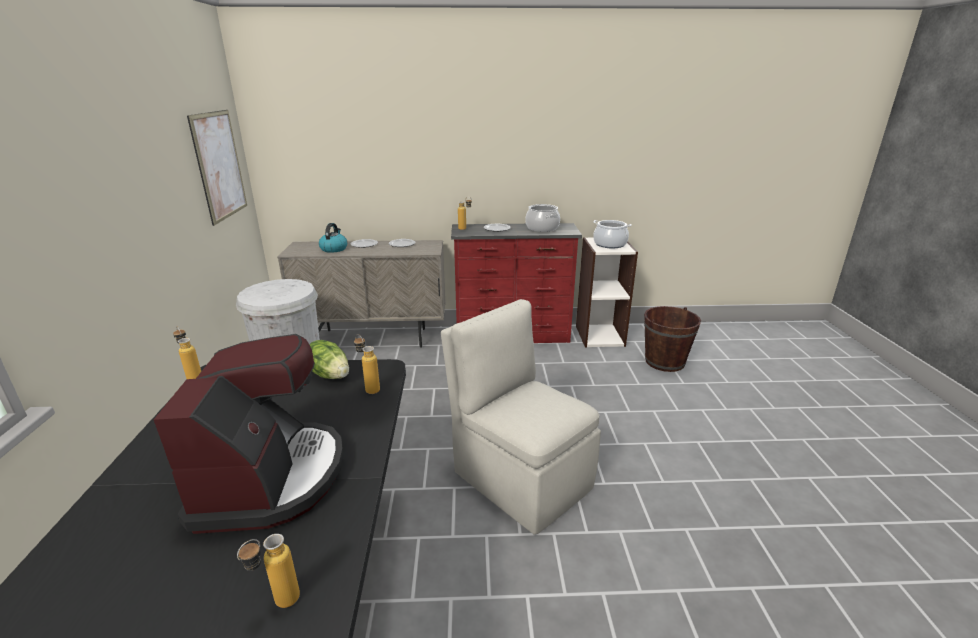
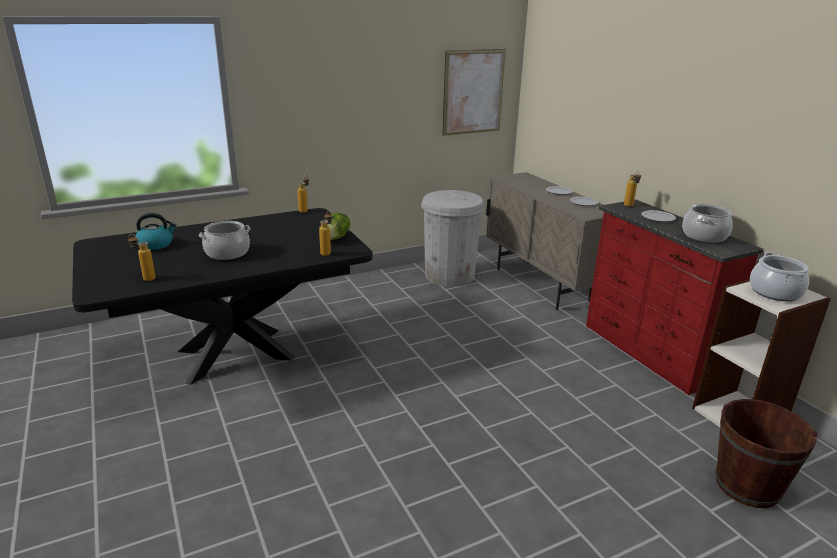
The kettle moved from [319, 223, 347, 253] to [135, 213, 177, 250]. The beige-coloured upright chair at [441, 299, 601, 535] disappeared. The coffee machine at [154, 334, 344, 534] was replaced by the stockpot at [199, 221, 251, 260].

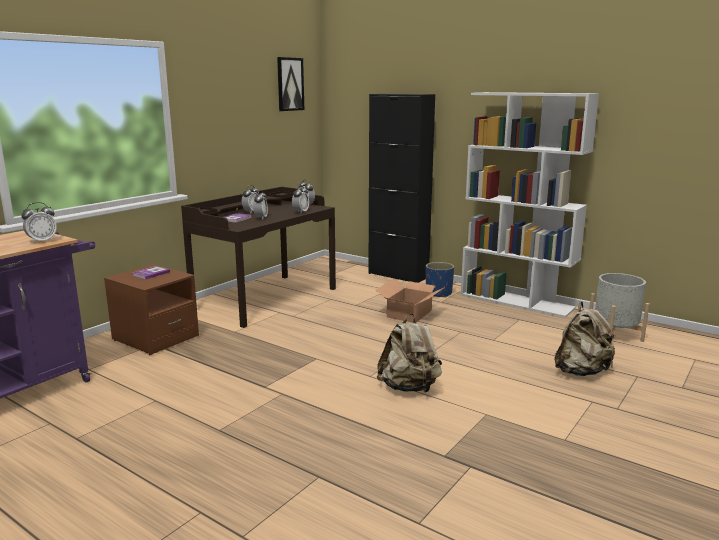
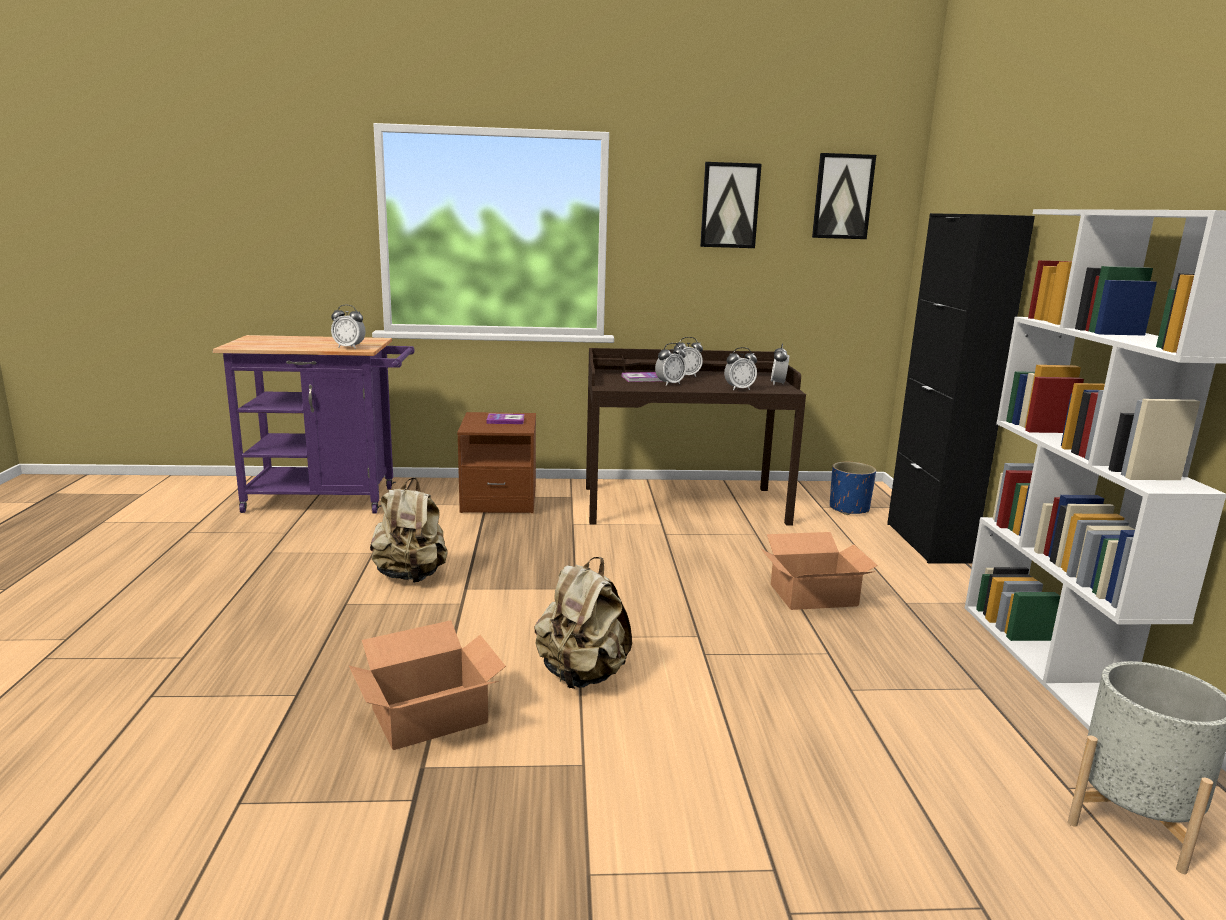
The blue-coloured flower pot moved from [426, 262, 454, 298] to [830, 462, 876, 515]. The beige-coloured backpack moved from [554, 301, 615, 376] to [370, 477, 448, 583]. The wall picture at [700, 162, 762, 248] appeared. The cardboard box at [349, 620, 506, 750] appeared.

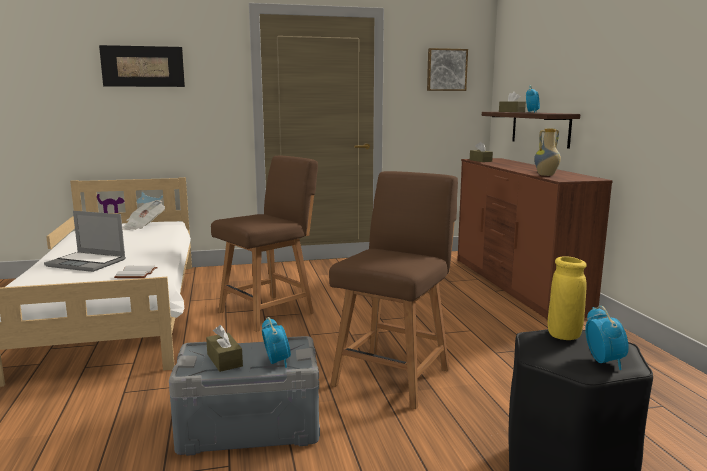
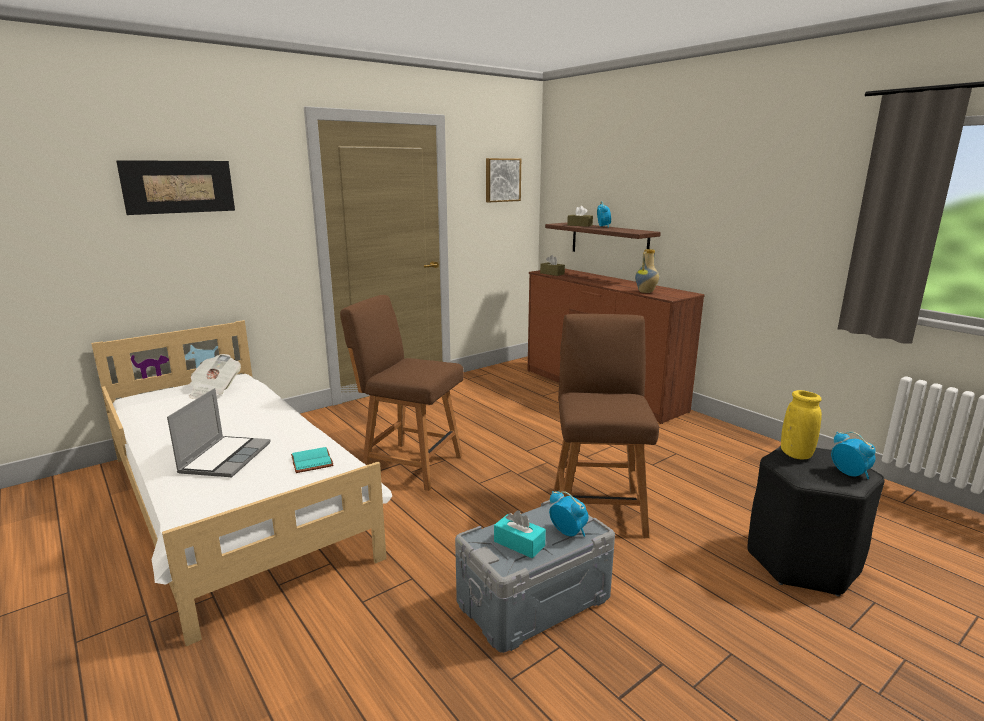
The brownish upright chair at [211, 155, 318, 332] turned 90 degrees counterclockwise. The portable computer at [44, 211, 126, 272] turned 75 degrees counterclockwise. The white-coloured book at [114, 266, 158, 278] became the turquoise-coloured book at [291, 447, 333, 473]. The brownish box of tissues at [206, 325, 243, 372] became the turquoise-coloured box of tissues at [494, 510, 546, 558].

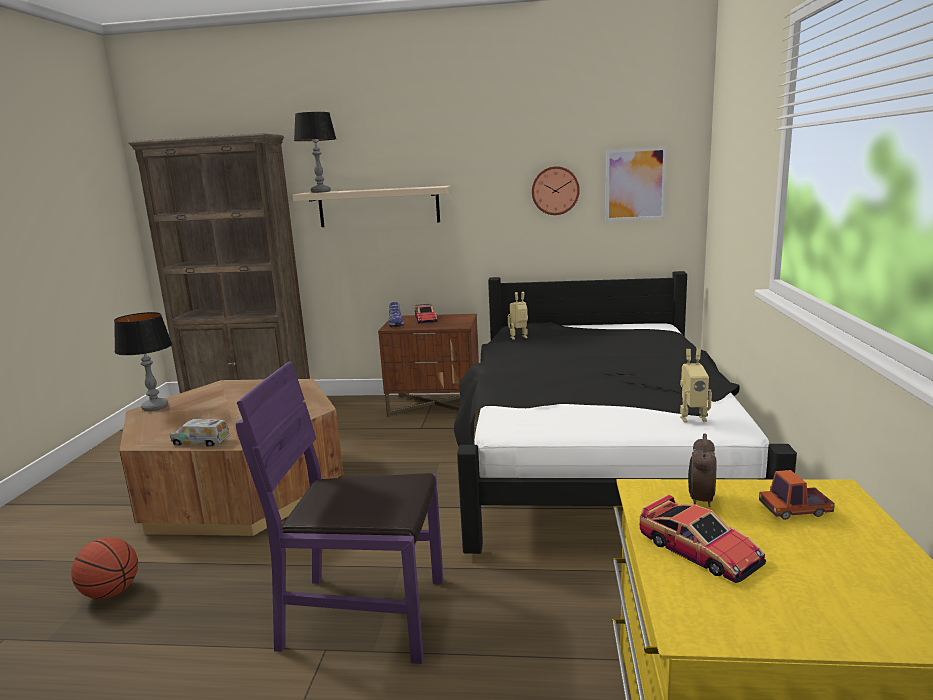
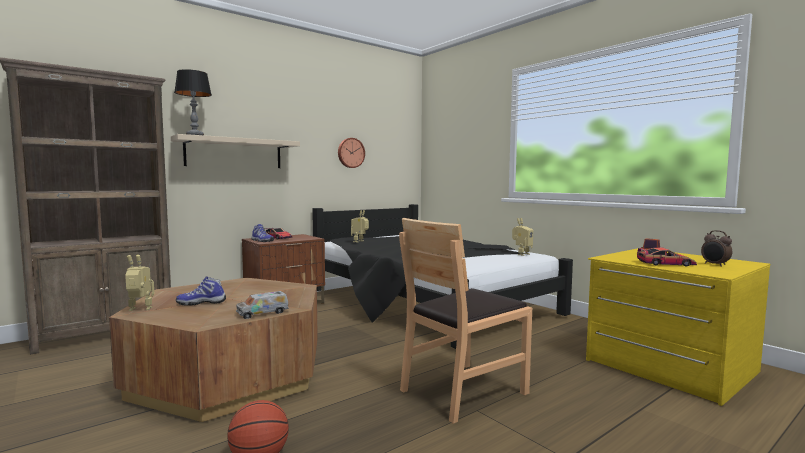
The wall picture at [606, 147, 667, 221] disappeared. The tabletop lamp at [114, 312, 172, 411] was replaced by the toy robot at [125, 255, 154, 311]. The purplish upright chair at [236, 361, 444, 664] became the brownish upright chair at [399, 218, 532, 424]. The table clock moved from [688, 434, 716, 507] to [701, 230, 732, 267]. The shoe at [176, 277, 226, 306] appeared.

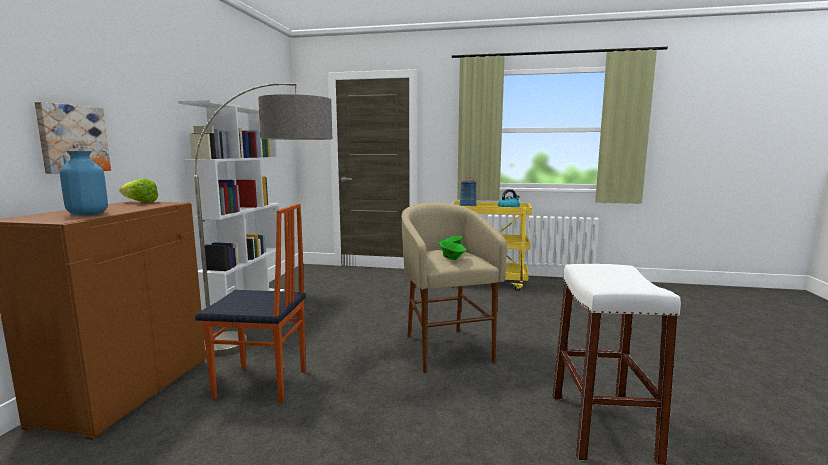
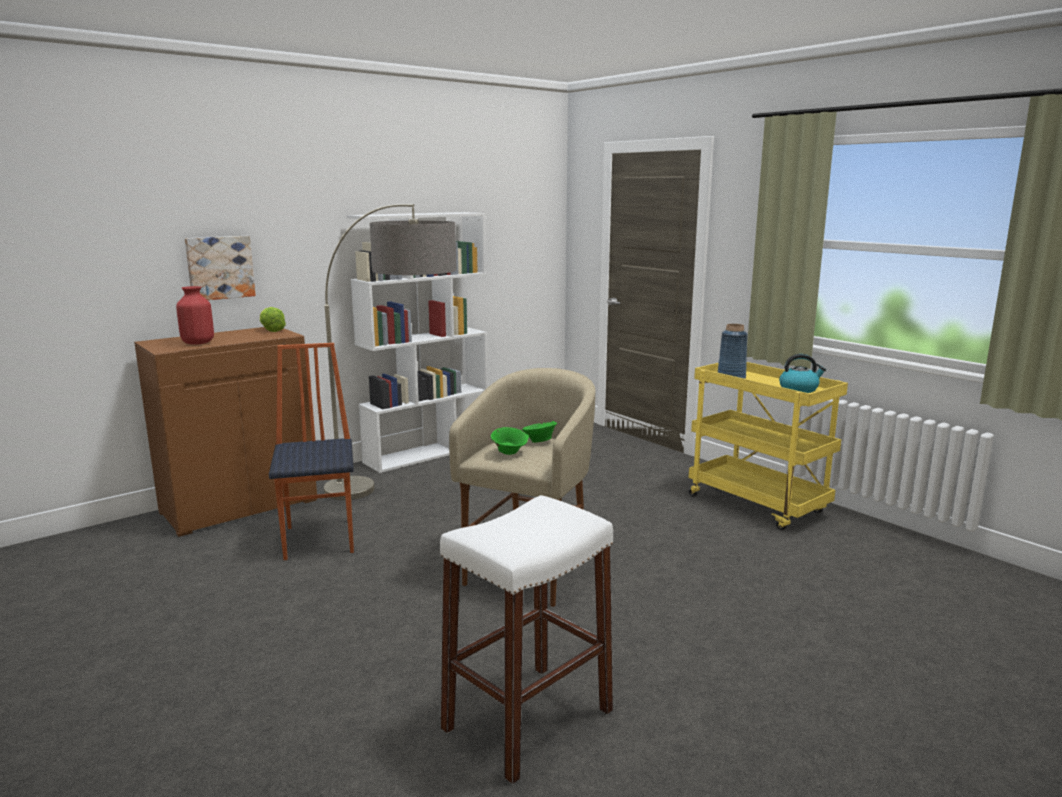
The blue-coloured vase at [60, 151, 108, 215] became the red vase at [176, 286, 214, 344]. The upright chair at [195, 203, 306, 403] turned 150 degrees counterclockwise.

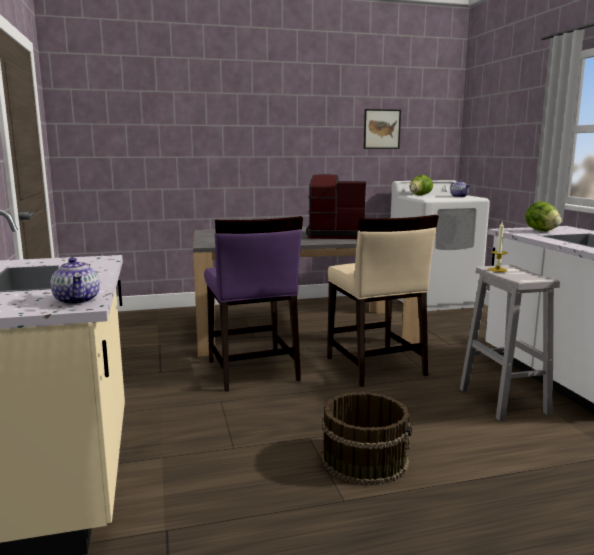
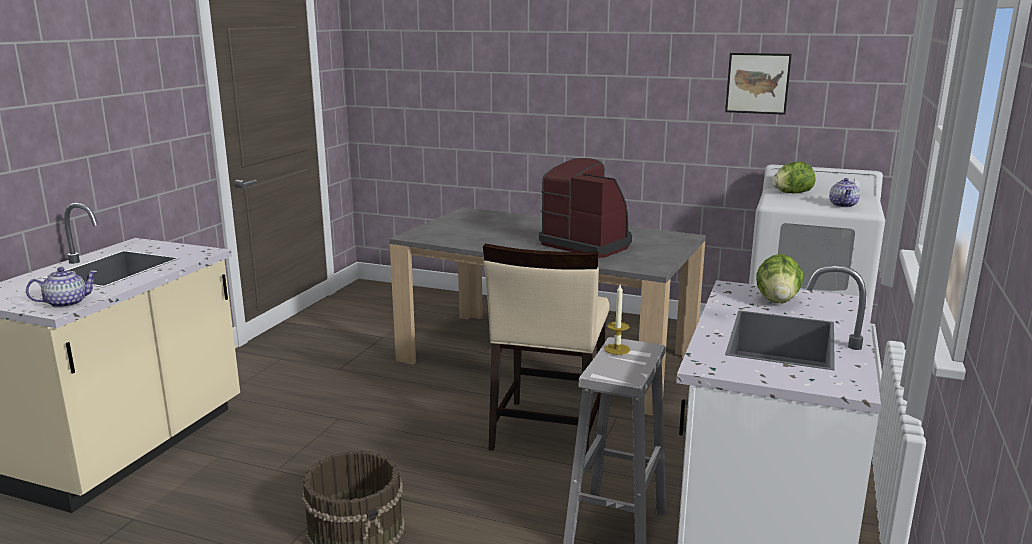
The purplish upright chair at [204, 216, 303, 392] disappeared. The pot for tea at [51, 257, 100, 305] turned 135 degrees counterclockwise.

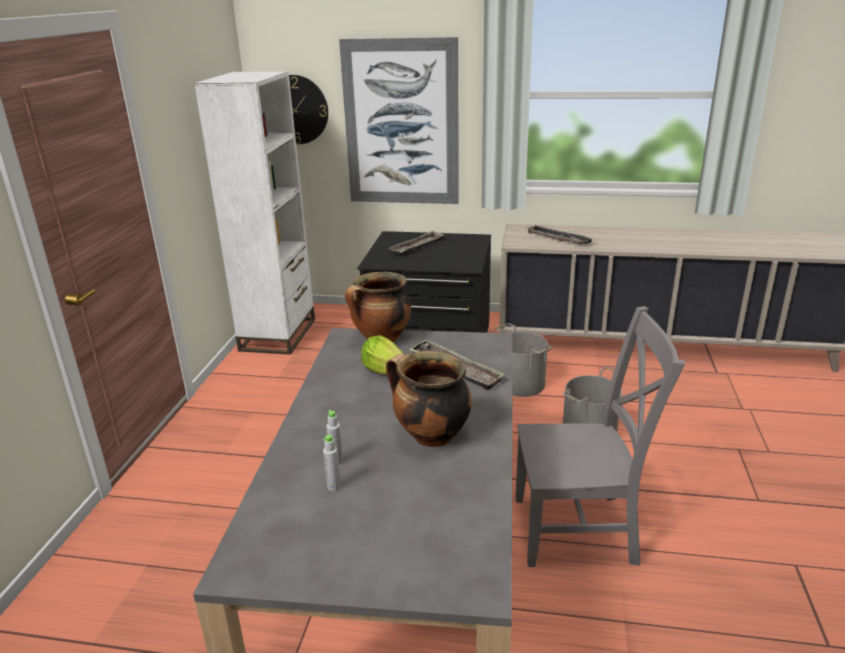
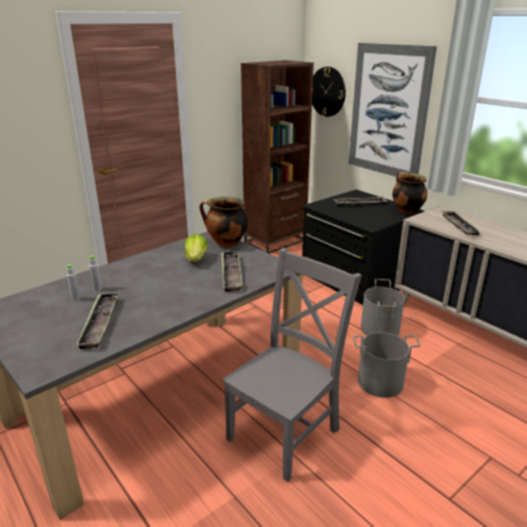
The white-coloured shelving unit at [194, 71, 315, 355] became the brownish shelving unit at [241, 60, 314, 254]. The grey upright chair at [515, 306, 685, 567] turned 90 degrees counterclockwise. The stockpot moved from [386, 351, 472, 447] to [392, 172, 427, 214]. The carrying tray at [76, 293, 119, 349] appeared.

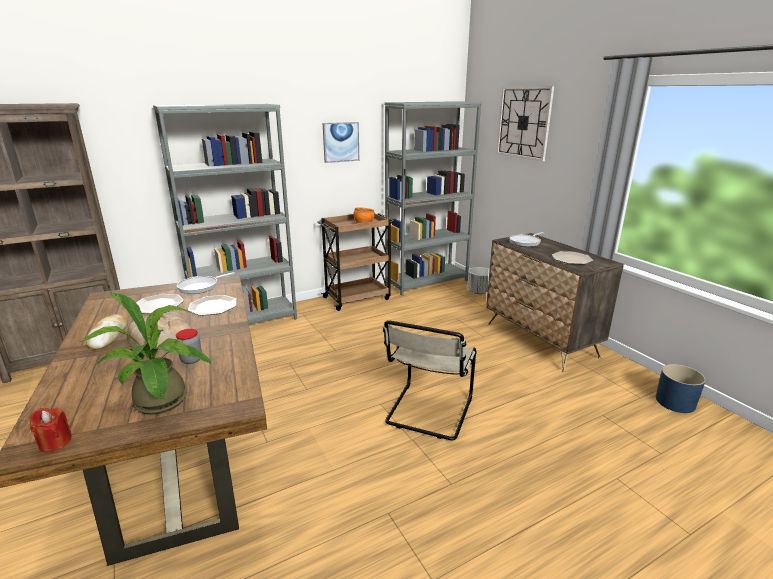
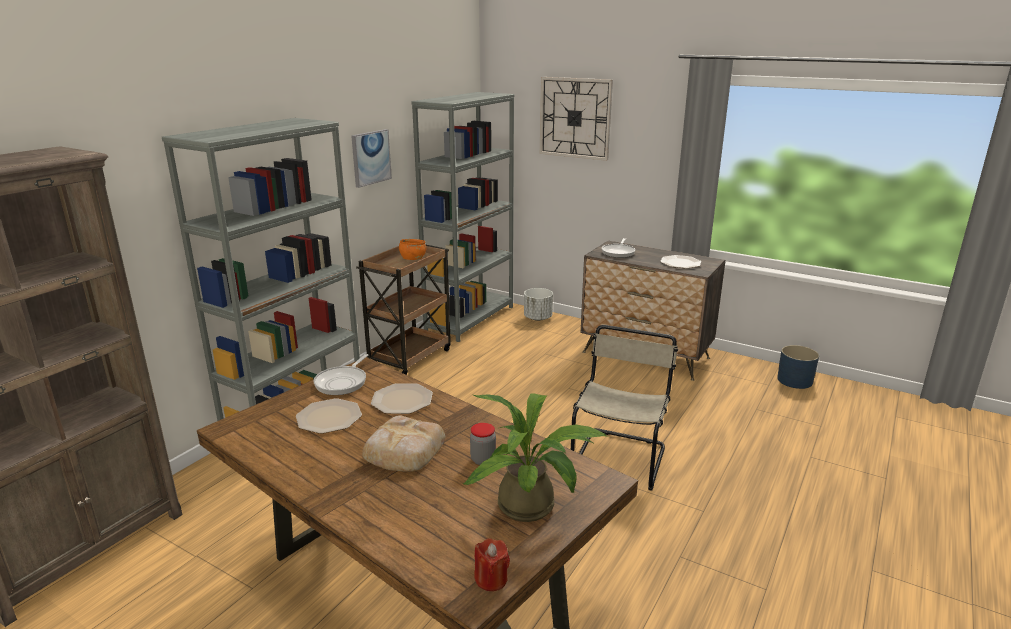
The bakery bread at [86, 314, 128, 349] disappeared. The beige-coloured upright chair at [383, 320, 476, 440] turned 150 degrees counterclockwise.

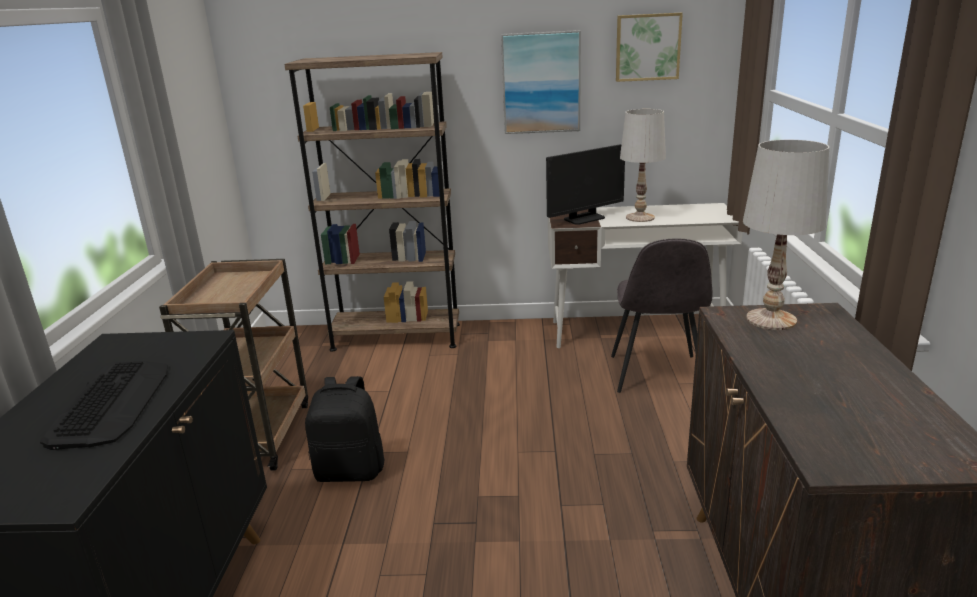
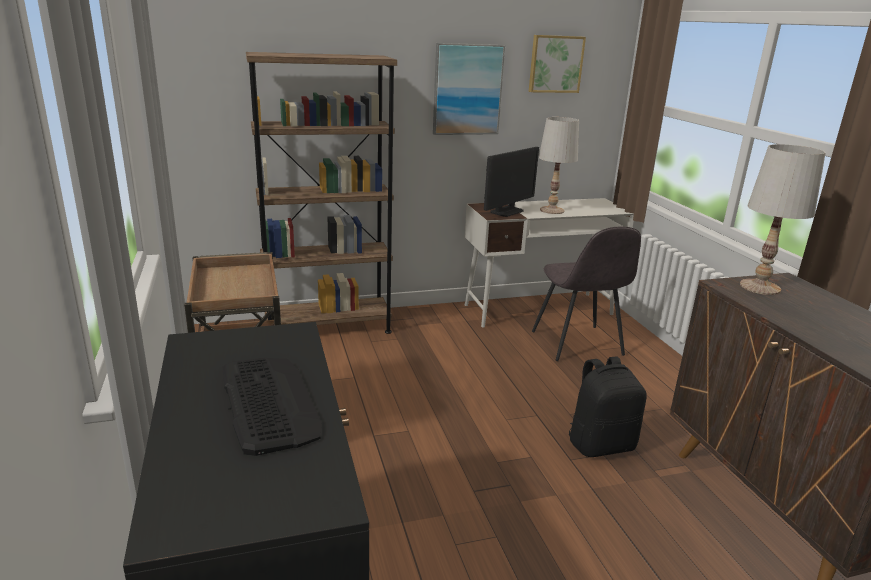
The blackish backpack moved from [305, 376, 384, 482] to [569, 357, 647, 457].

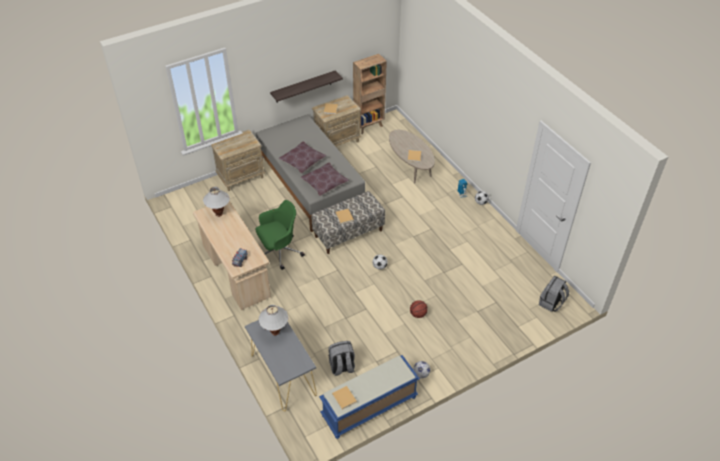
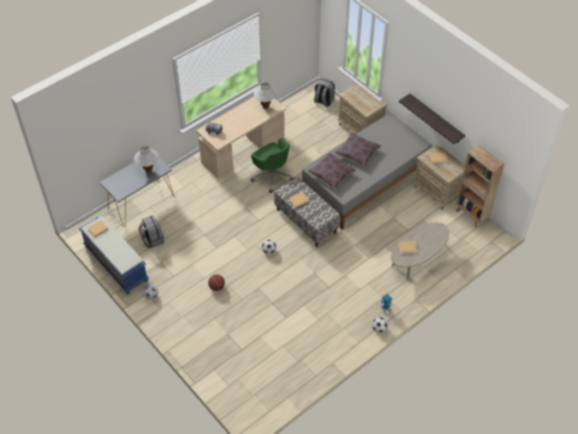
The grey backpack moved from [539, 276, 569, 312] to [314, 78, 335, 107].

